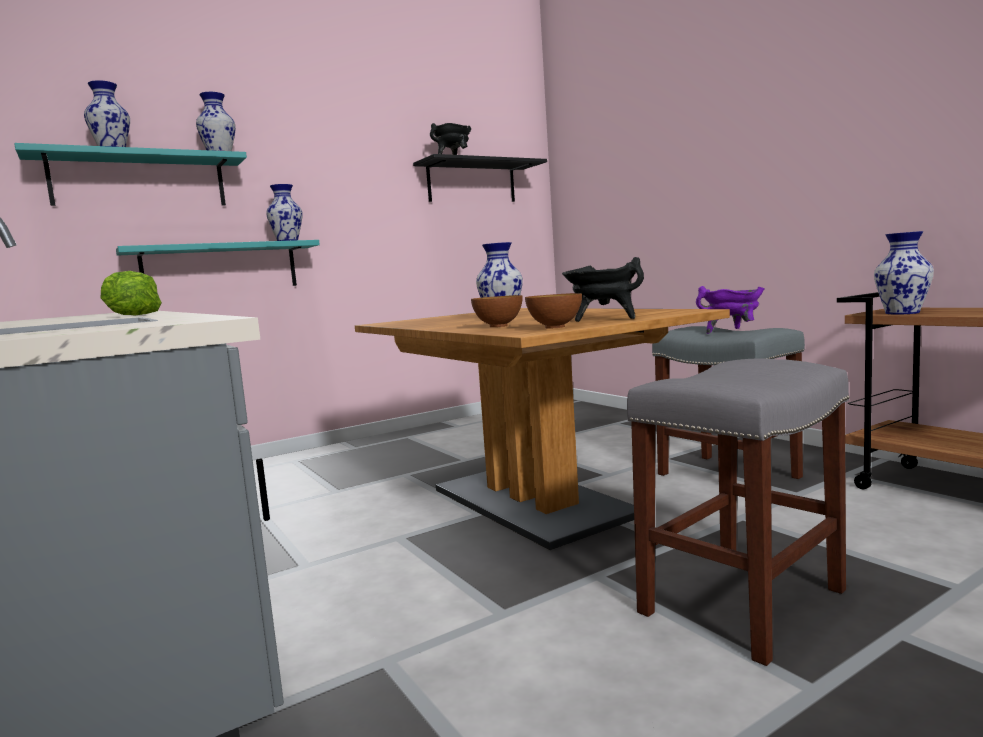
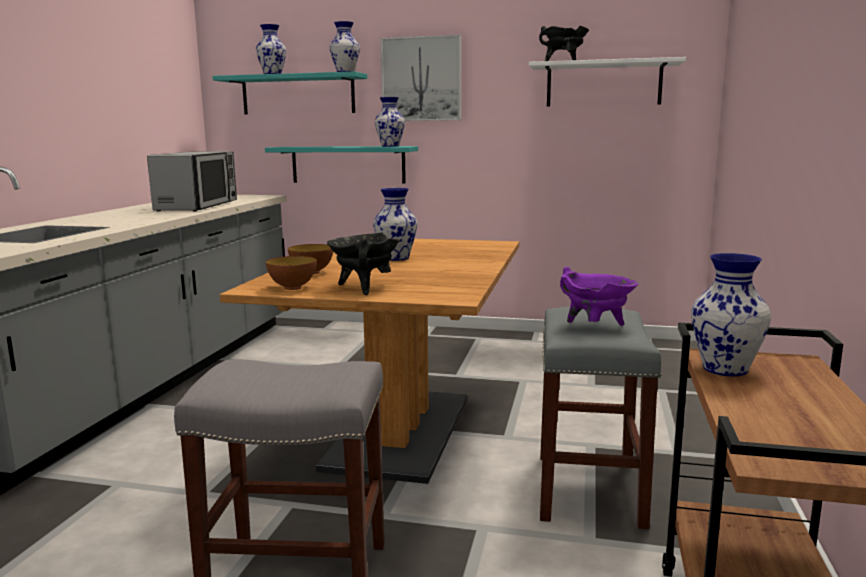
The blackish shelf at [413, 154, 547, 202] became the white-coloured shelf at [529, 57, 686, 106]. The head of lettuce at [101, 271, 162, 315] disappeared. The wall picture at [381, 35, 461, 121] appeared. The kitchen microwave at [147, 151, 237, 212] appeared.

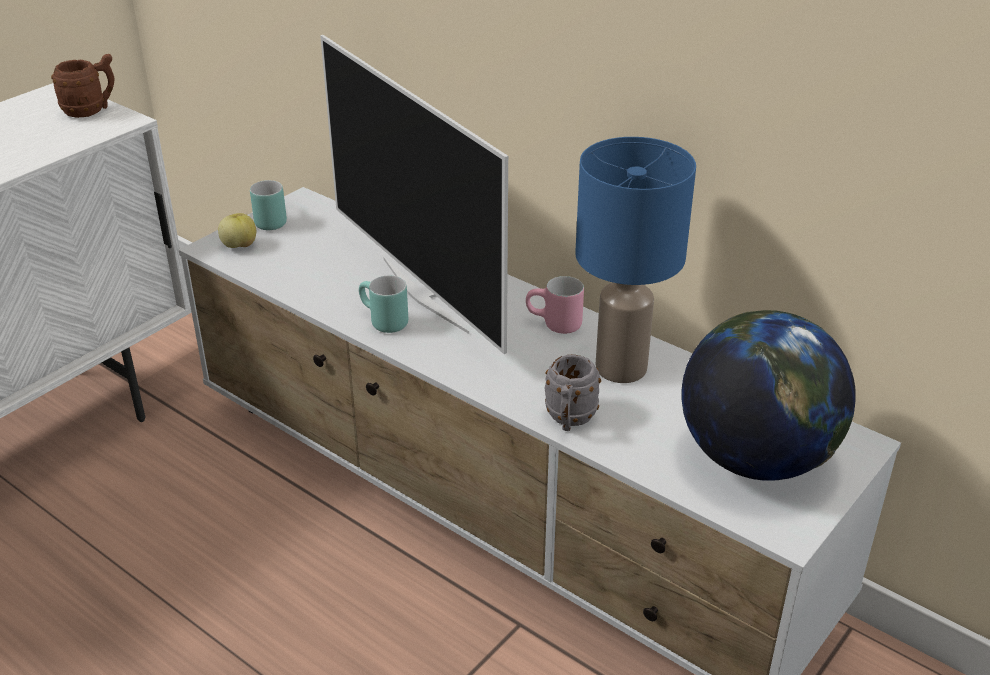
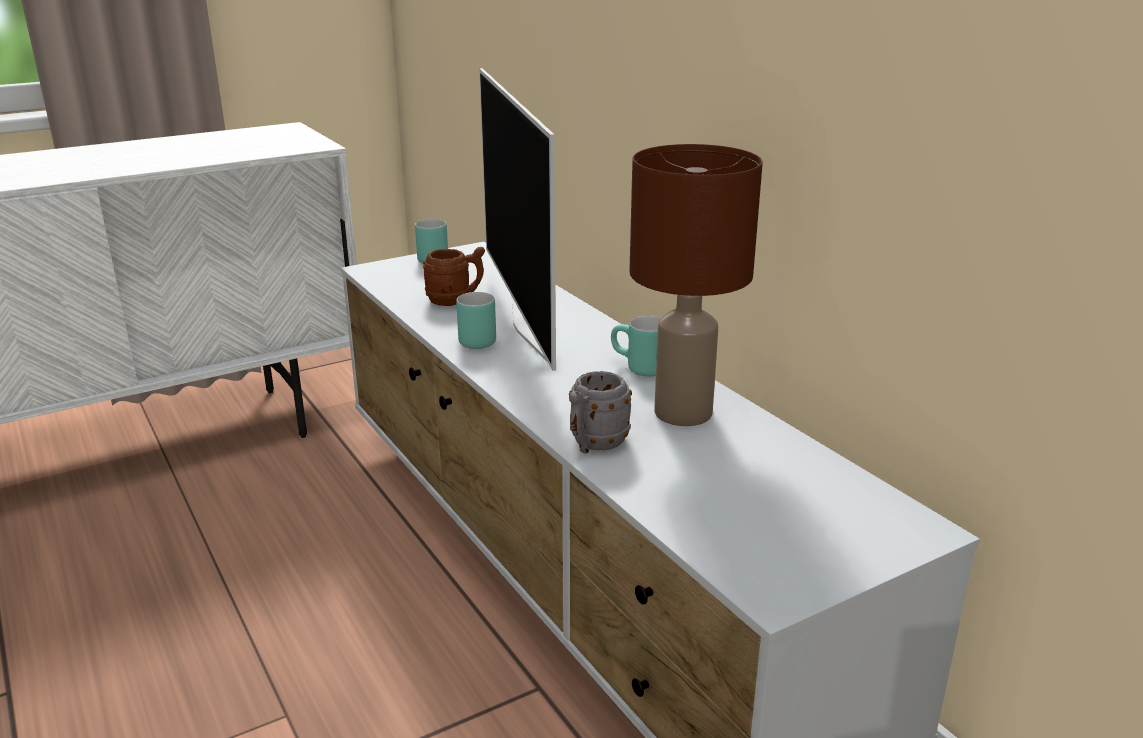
The brownish tea mug moved from [51, 54, 115, 118] to [423, 247, 485, 306]. The blue-coloured tabletop lamp at [575, 137, 696, 383] became the brownish tabletop lamp at [629, 144, 763, 426]. The whole apple at [218, 213, 256, 248] disappeared. The pink tea mug at [526, 276, 584, 334] became the turquoise-coloured tea mug at [611, 316, 661, 376]. The globe at [681, 310, 856, 481] disappeared.

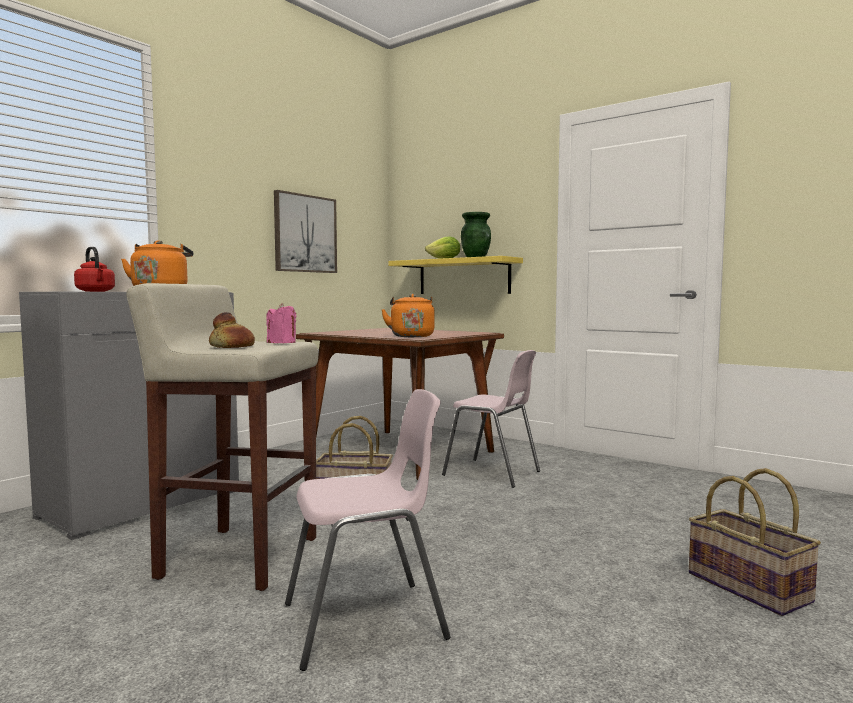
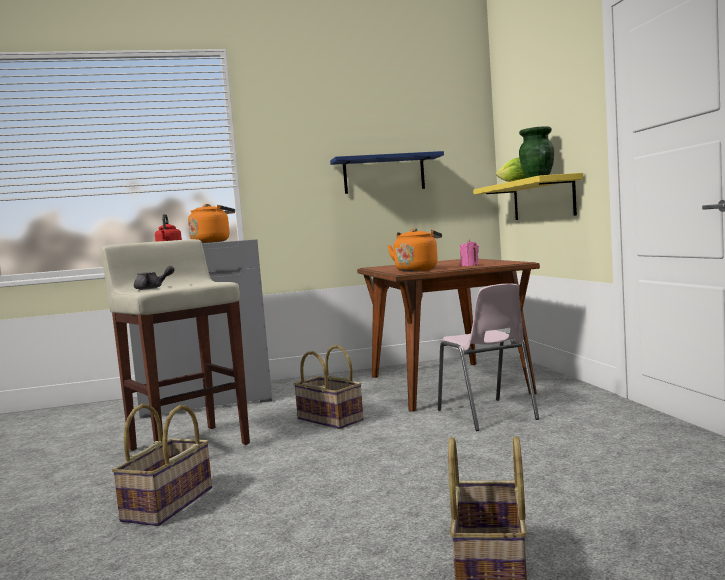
The wall picture at [274, 190, 337, 273] was replaced by the blue-coloured shelf at [330, 151, 444, 194]. The pink wax candle moved from [266, 303, 296, 343] to [460, 240, 479, 266]. The bakery bread at [209, 312, 255, 348] was replaced by the grey pot for tea at [134, 266, 175, 290]. The pink upright chair at [285, 389, 451, 671] was replaced by the household basket at [112, 404, 212, 526].

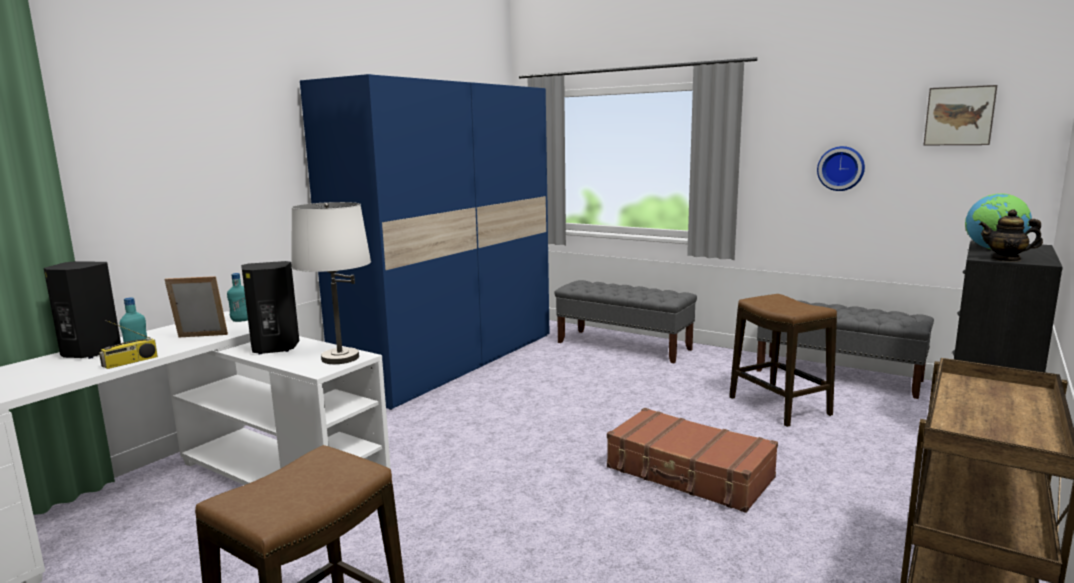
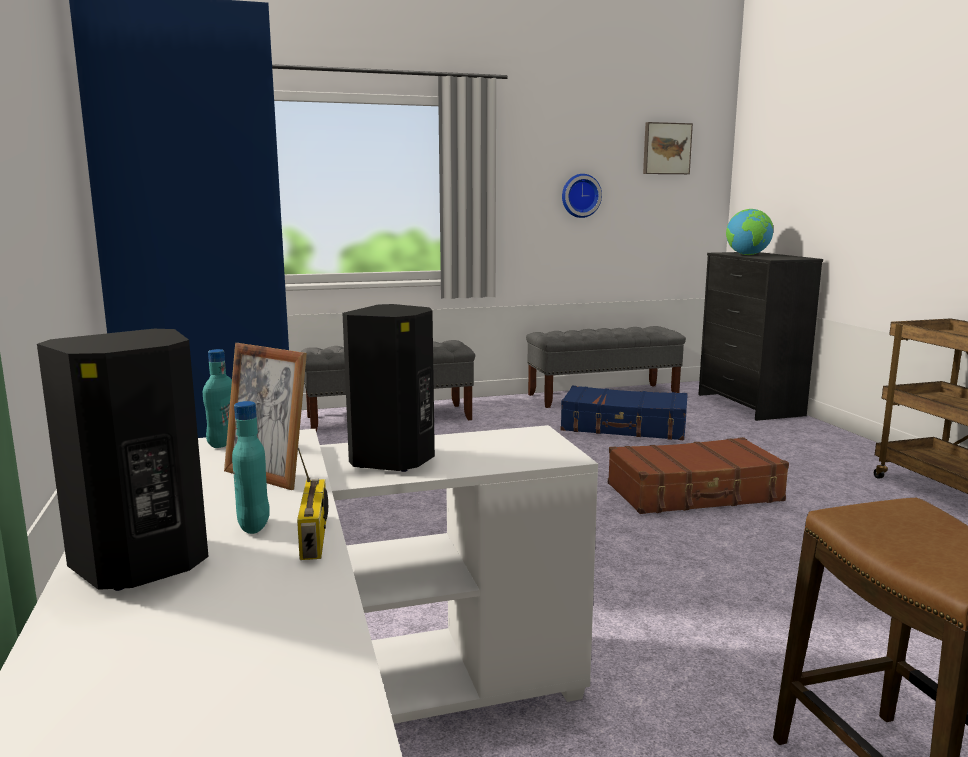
The white-coloured tabletop lamp at [291, 202, 371, 364] disappeared. The pot for tea at [979, 209, 1043, 262] disappeared. The picture frame at [164, 276, 228, 337] turned 90 degrees counterclockwise. The stool at [729, 294, 837, 427] was replaced by the blue-coloured travel case at [561, 386, 688, 440].

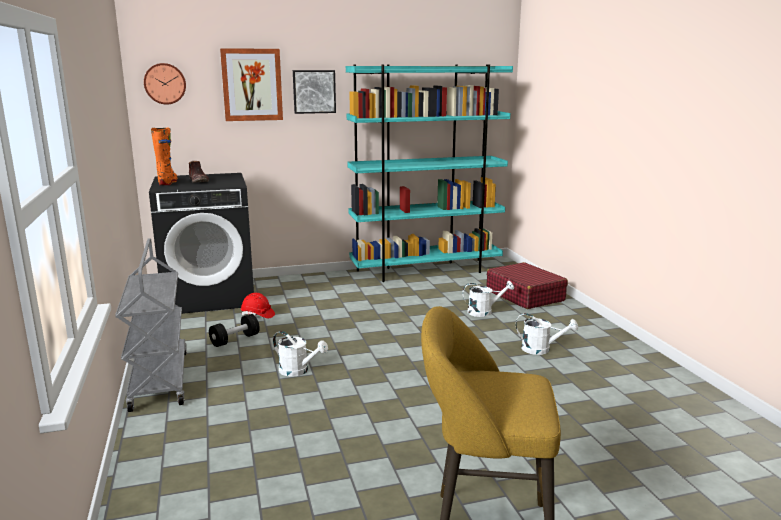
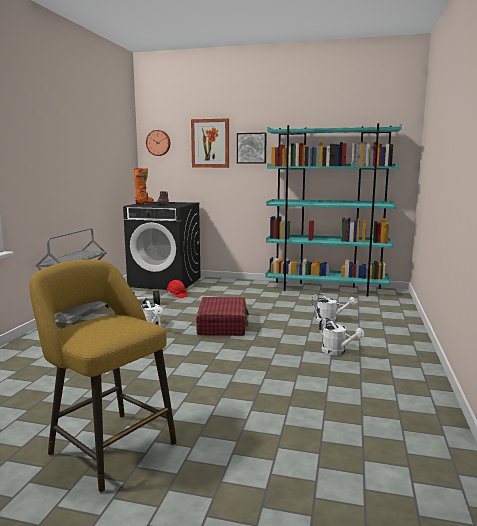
The red travel case moved from [486, 262, 568, 309] to [196, 297, 249, 336].

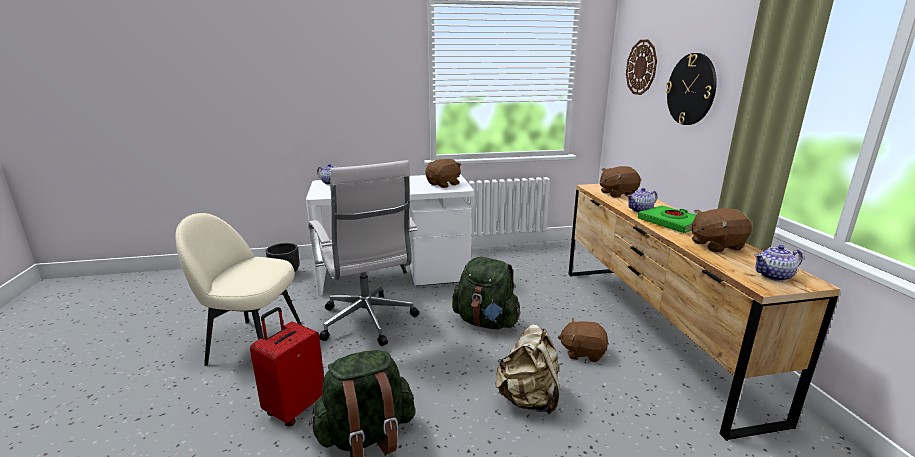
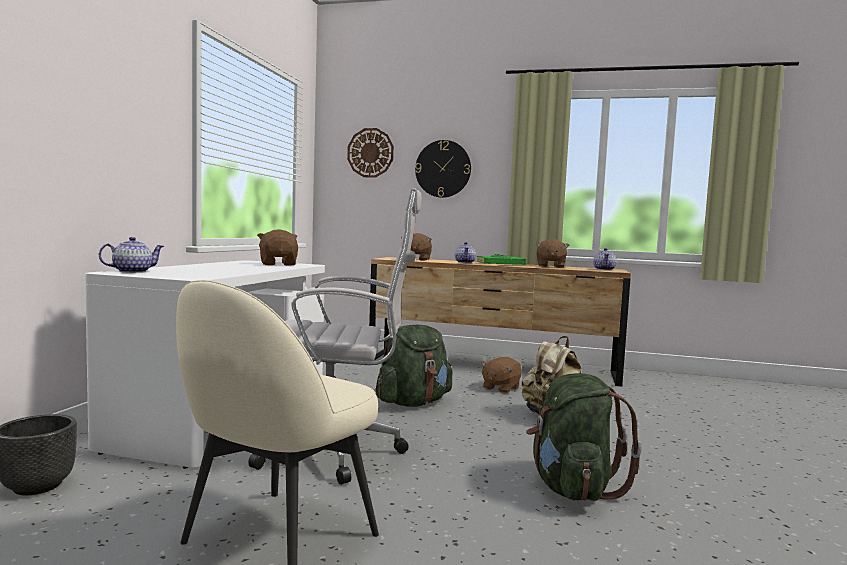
The red travel case at [250, 307, 324, 426] disappeared.

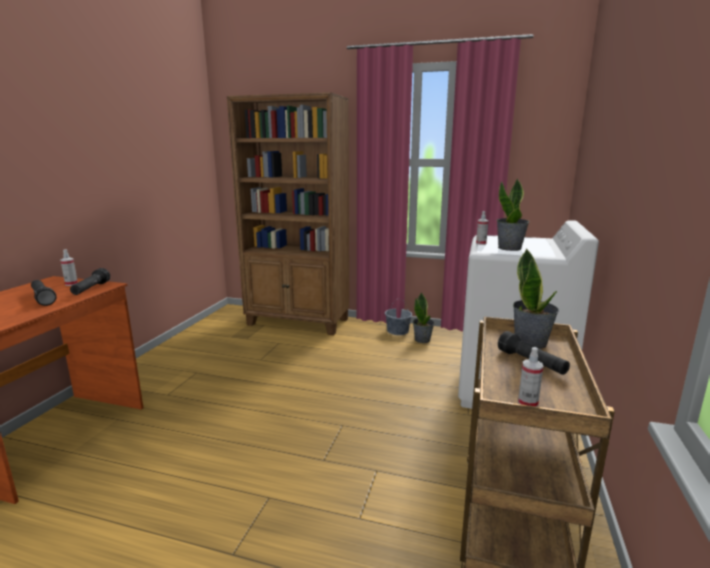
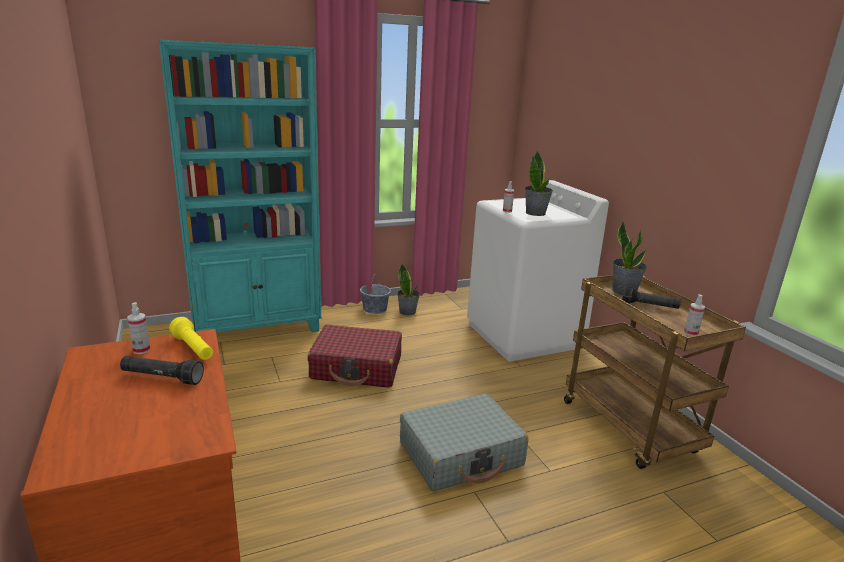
The brownish shelving unit at [227, 92, 349, 335] became the turquoise-coloured shelving unit at [159, 40, 321, 332]. The blackish torch at [70, 268, 110, 295] became the yellowish torch at [169, 317, 213, 360]. The red travel case at [307, 324, 402, 388] appeared. The grey travel case at [400, 394, 528, 491] appeared.

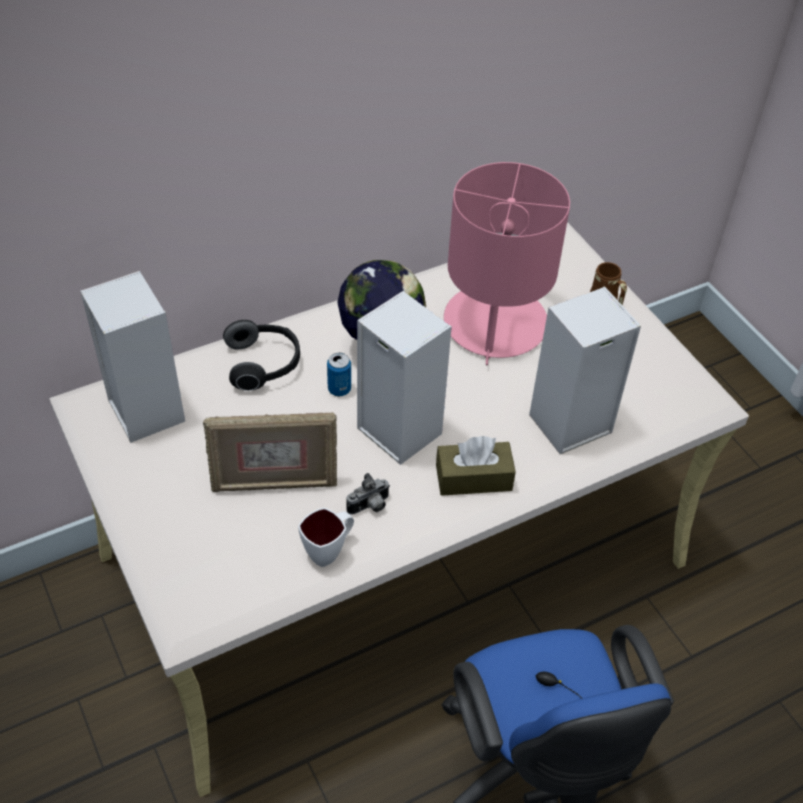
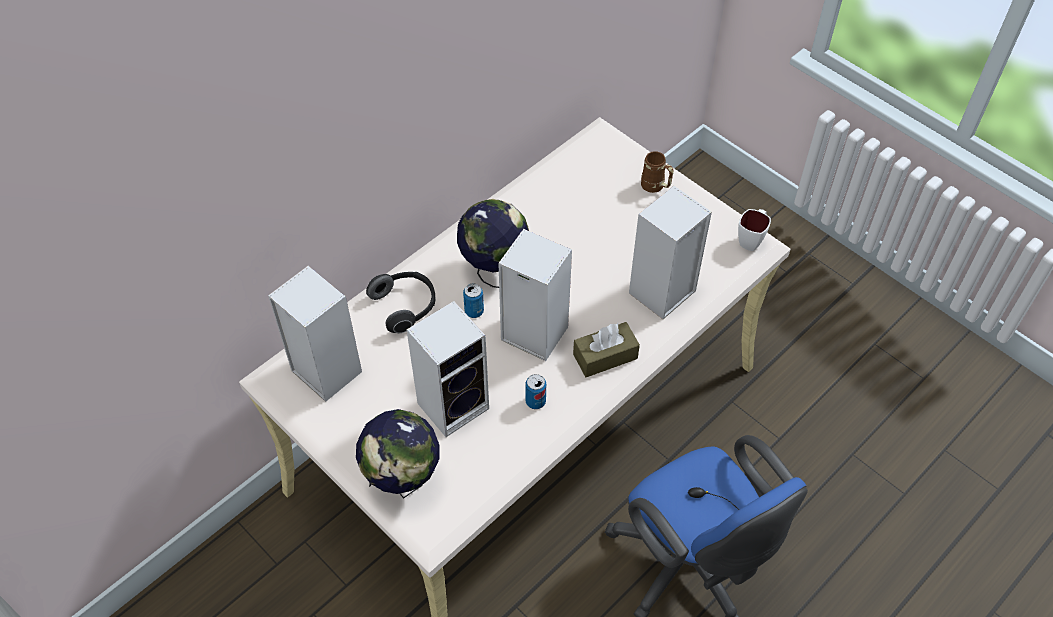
The pink tabletop lamp at [444, 162, 570, 365] disappeared. The picture frame at [203, 413, 337, 492] was replaced by the speaker at [406, 301, 489, 437]. The still camera at [346, 473, 390, 515] was replaced by the can at [525, 374, 546, 409]. The white-coloured tea mug moved from [298, 508, 354, 567] to [738, 209, 771, 251]. The globe at [356, 409, 439, 499] appeared.

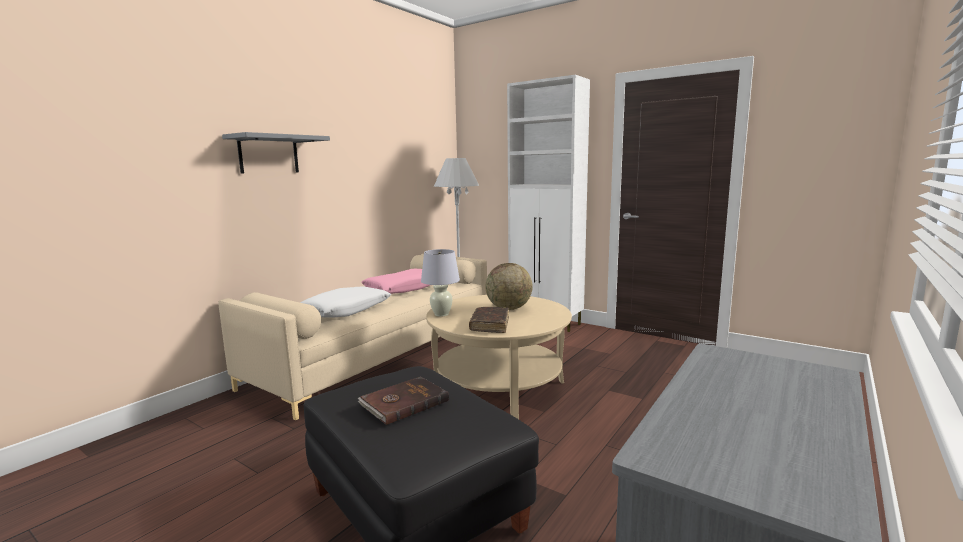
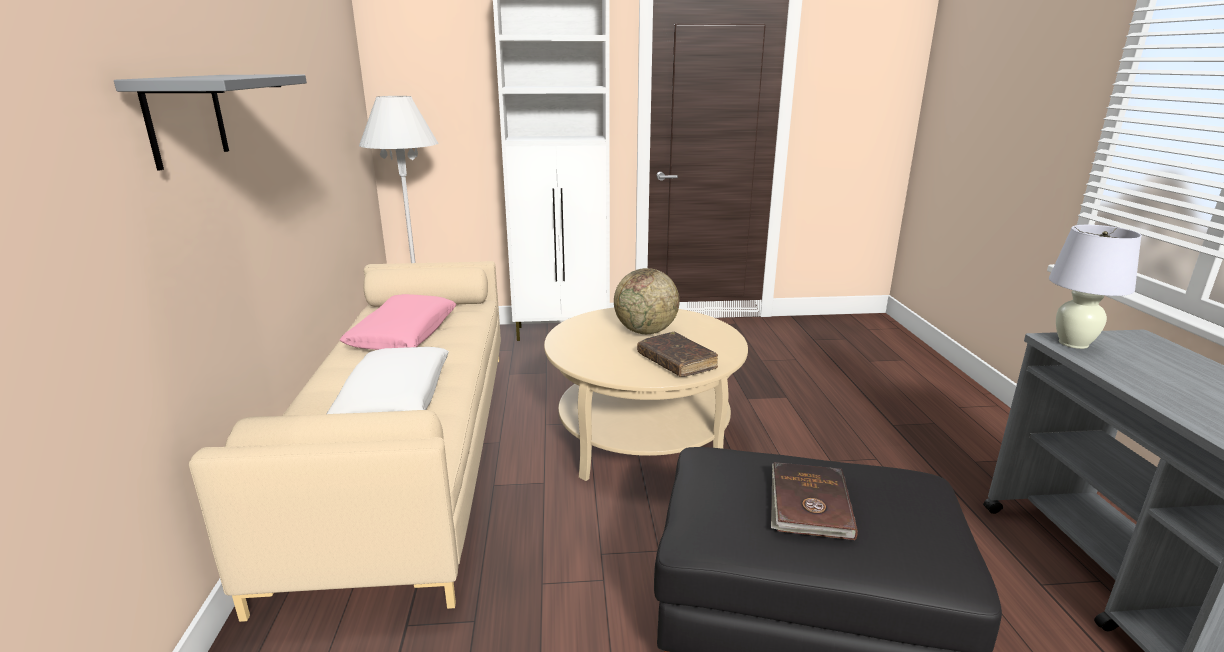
The white-coloured tabletop lamp moved from [421, 249, 460, 317] to [1049, 225, 1142, 349].

